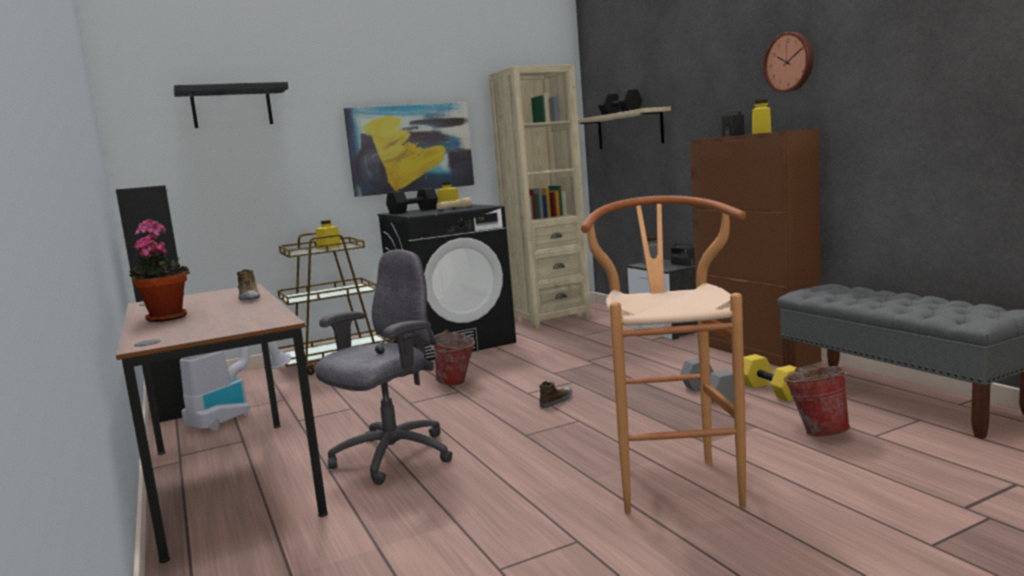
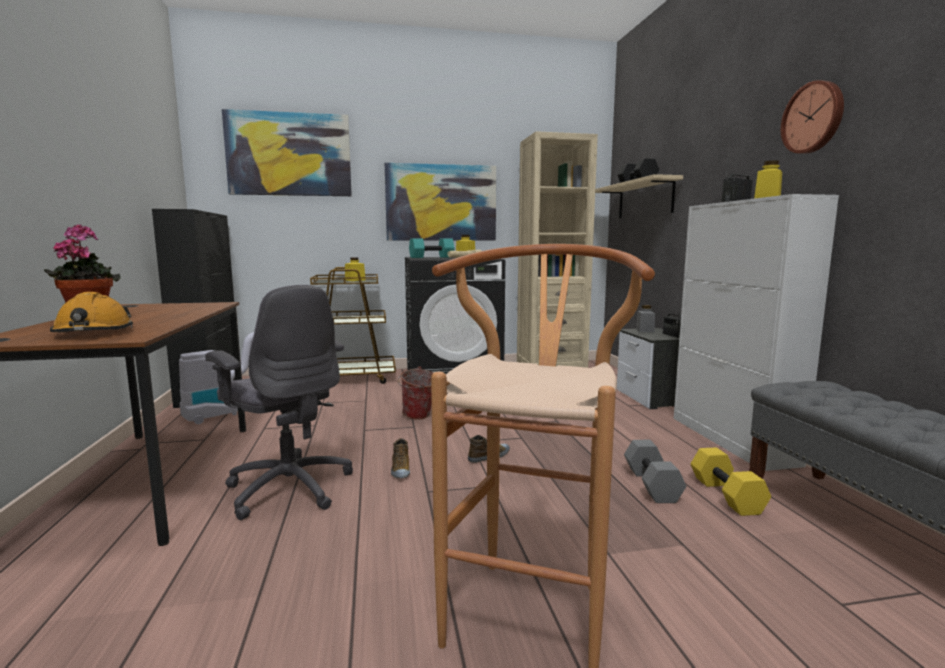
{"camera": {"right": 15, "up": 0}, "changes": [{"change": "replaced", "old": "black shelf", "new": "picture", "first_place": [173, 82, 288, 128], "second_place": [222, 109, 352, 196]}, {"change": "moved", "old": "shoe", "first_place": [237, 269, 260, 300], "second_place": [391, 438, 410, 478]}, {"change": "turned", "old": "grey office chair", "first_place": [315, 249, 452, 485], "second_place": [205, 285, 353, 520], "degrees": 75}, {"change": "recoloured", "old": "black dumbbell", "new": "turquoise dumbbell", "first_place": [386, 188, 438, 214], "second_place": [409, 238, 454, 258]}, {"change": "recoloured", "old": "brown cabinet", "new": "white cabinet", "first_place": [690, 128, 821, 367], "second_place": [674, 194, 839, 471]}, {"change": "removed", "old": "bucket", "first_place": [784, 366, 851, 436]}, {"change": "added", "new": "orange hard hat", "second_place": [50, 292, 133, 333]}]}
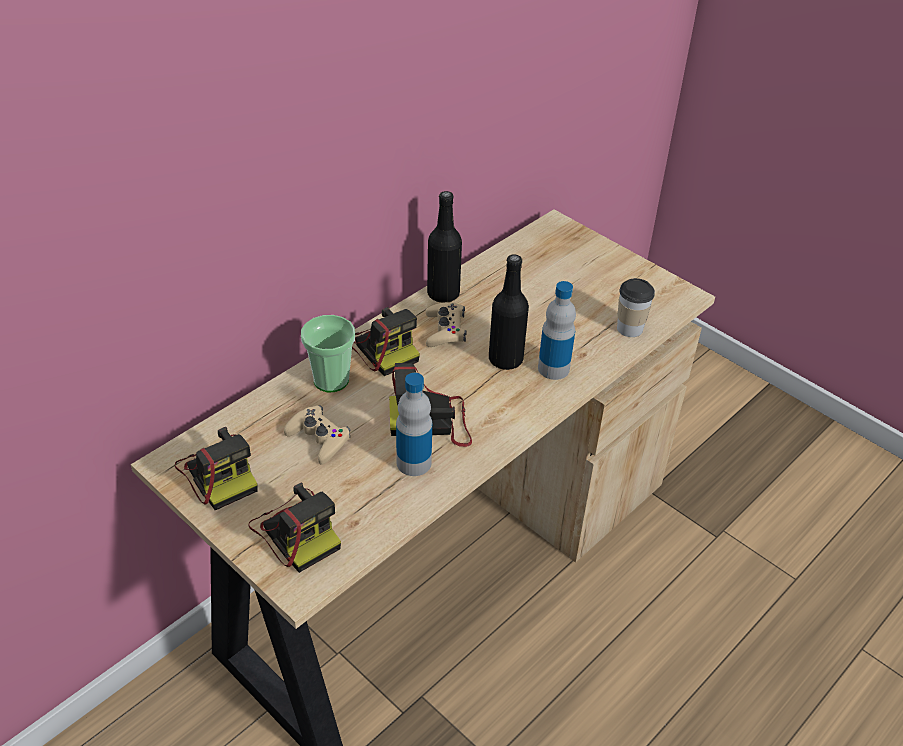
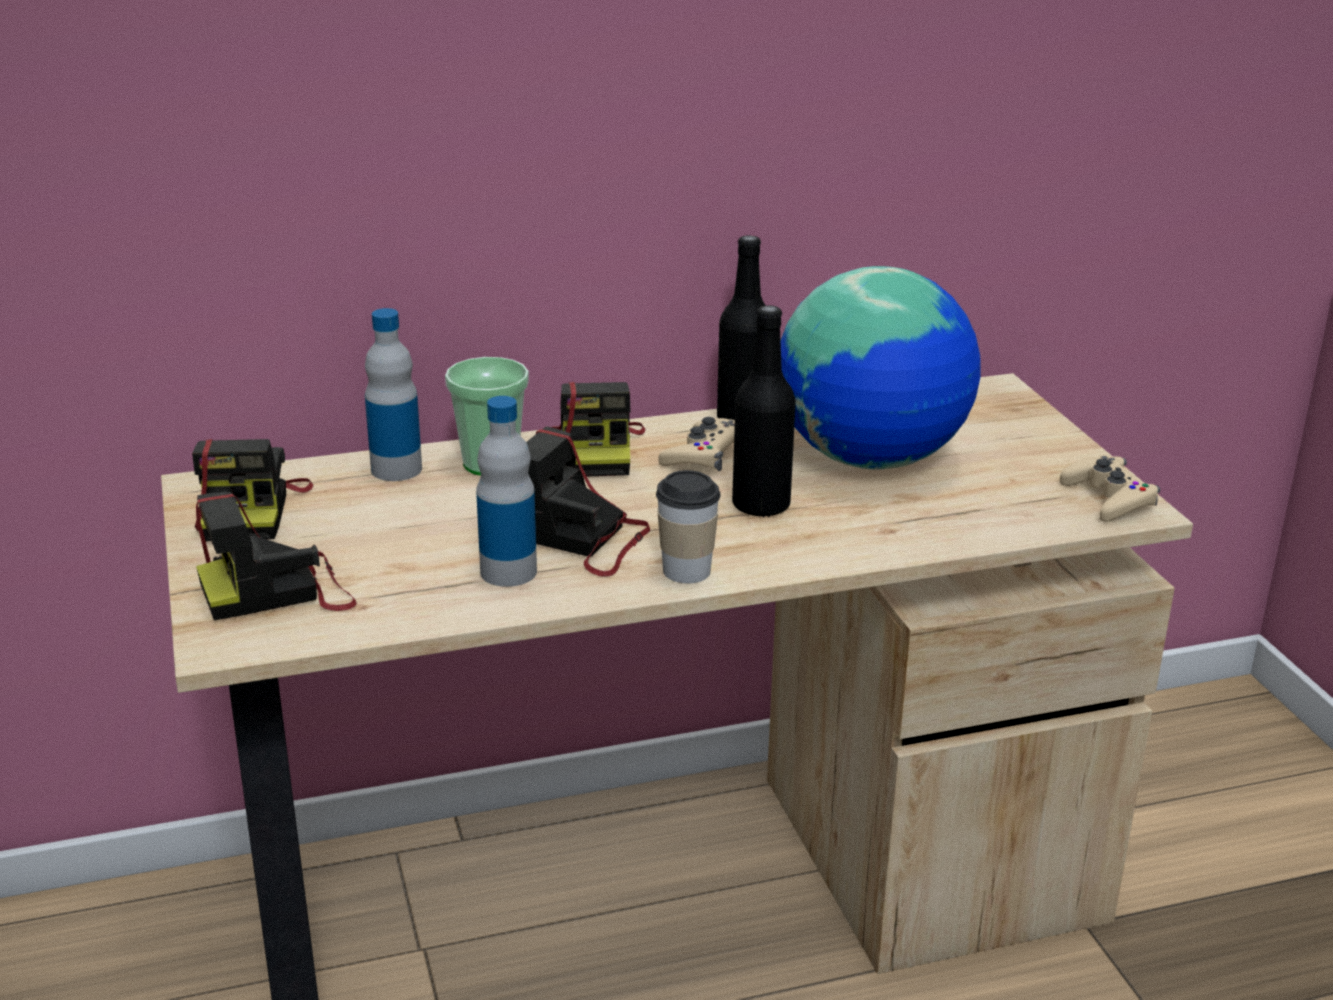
{"camera": {"right": 30, "up": -15}, "changes": [{"change": "turned", "old": "photo camera", "first_place": [249, 482, 341, 573], "second_place": [196, 492, 357, 620], "degrees": 75}, {"change": "moved", "old": "beige game controller", "first_place": [284, 405, 351, 465], "second_place": [1060, 455, 1160, 522]}, {"change": "moved", "old": "bottle", "first_place": [538, 281, 576, 380], "second_place": [365, 308, 422, 481]}, {"change": "moved", "old": "cup", "first_place": [617, 278, 655, 337], "second_place": [656, 470, 721, 583]}, {"change": "added", "new": "globe", "second_place": [780, 266, 980, 469]}]}
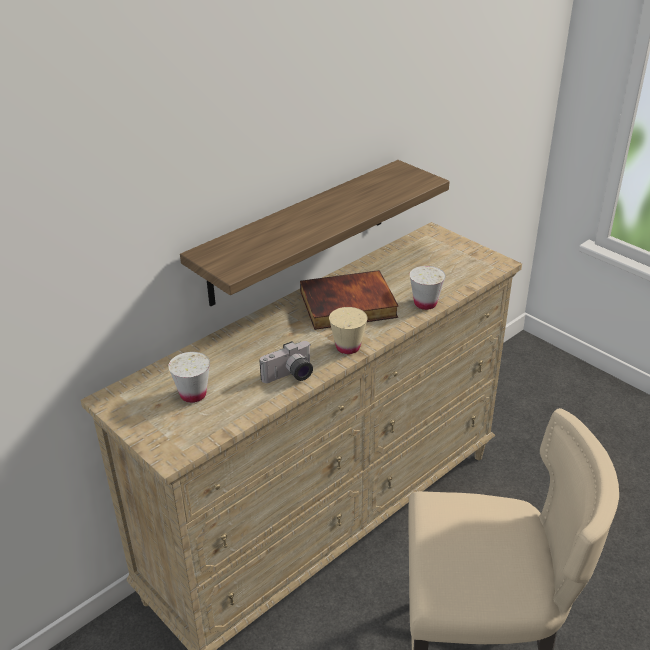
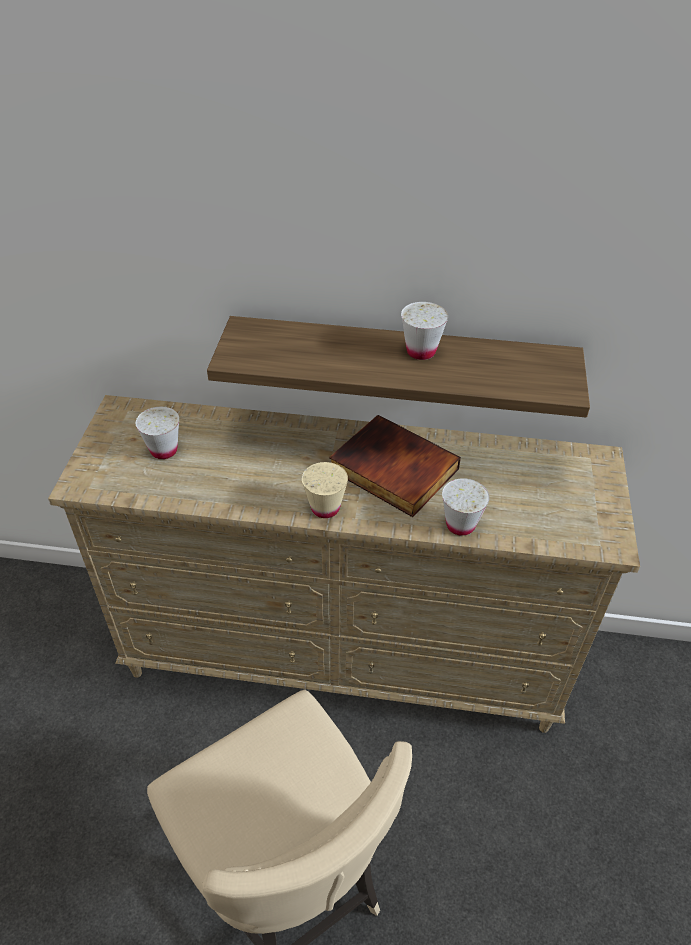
{"camera": {"right": 50, "up": 10}, "changes": [{"change": "removed", "old": "photo camera", "first_place": [259, 341, 313, 383]}, {"change": "added", "new": "white cup", "second_place": [401, 302, 448, 360]}]}
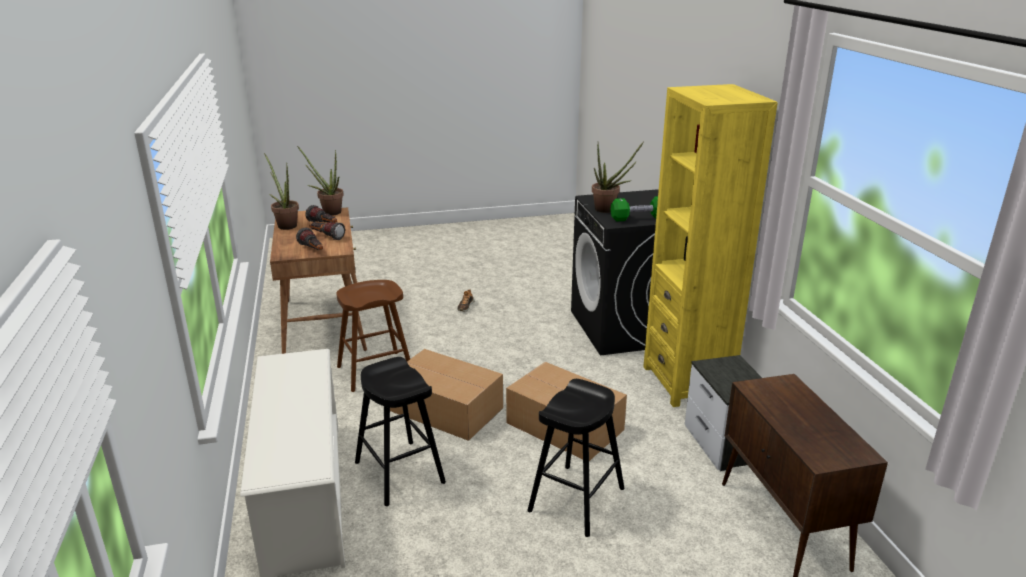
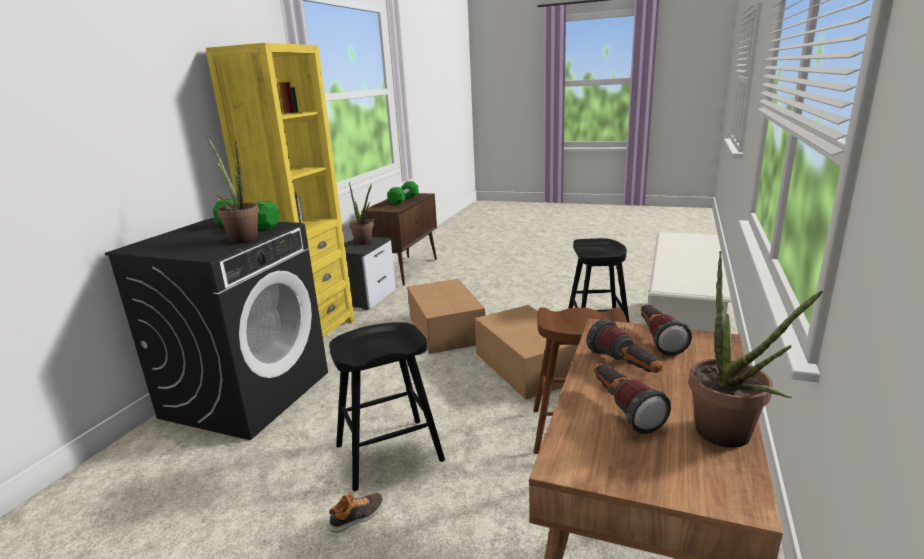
{"camera": {"right": -145, "up": -5}, "changes": [{"change": "moved", "old": "potted plant", "first_place": [297, 146, 344, 216], "second_place": [349, 182, 376, 245]}, {"change": "moved", "old": "black stool", "first_place": [527, 379, 624, 537], "second_place": [329, 322, 445, 491]}, {"change": "added", "new": "green dumbbell", "second_place": [387, 181, 419, 205]}]}
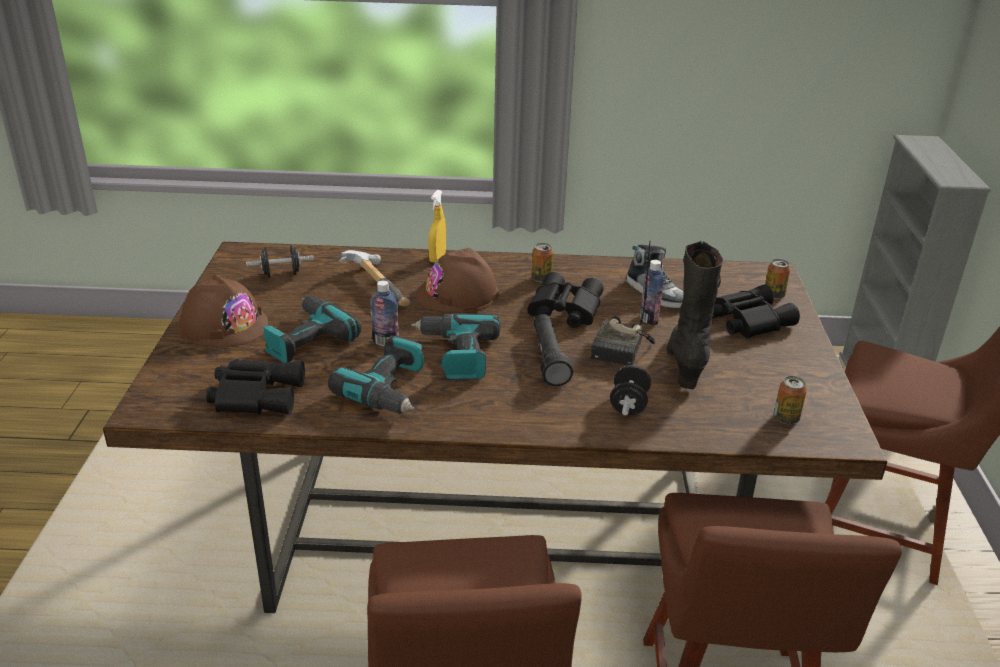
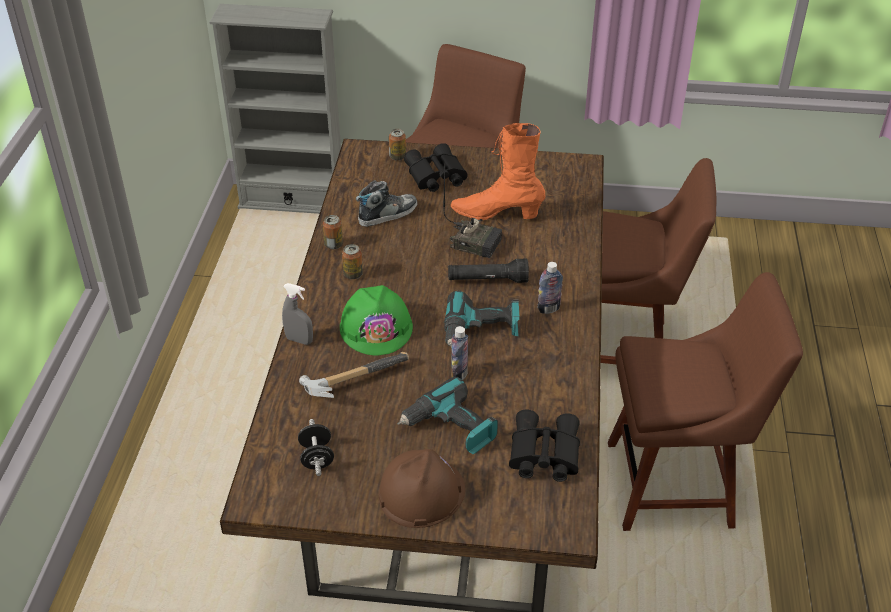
{"camera": {"right": -85, "up": 10}, "changes": [{"change": "removed", "old": "power drill", "first_place": [328, 336, 424, 414]}, {"change": "recoloured", "old": "brown hard hat", "new": "green hard hat", "first_place": [416, 248, 499, 313], "second_place": [340, 285, 413, 356]}, {"change": "recoloured", "old": "yellow spray bottle", "new": "grey spray bottle", "first_place": [428, 190, 446, 263], "second_place": [282, 283, 313, 345]}, {"change": "removed", "old": "black binoculars", "first_place": [527, 272, 604, 328]}, {"change": "removed", "old": "black dumbbell", "first_place": [610, 365, 651, 416]}, {"change": "moved", "old": "bottle", "first_place": [640, 260, 664, 326], "second_place": [537, 262, 563, 314]}, {"change": "recoloured", "old": "black boot", "new": "orange boot", "first_place": [667, 241, 723, 389], "second_place": [451, 123, 545, 220]}, {"change": "moved", "old": "can", "first_place": [774, 376, 807, 424], "second_place": [323, 215, 343, 249]}]}
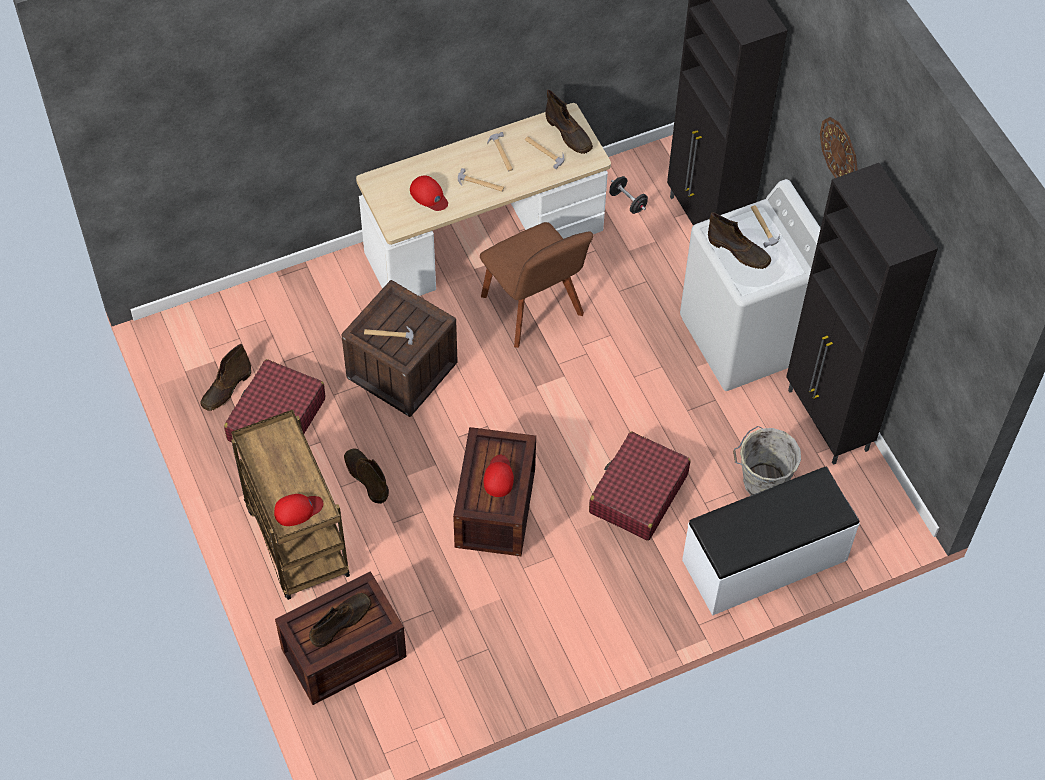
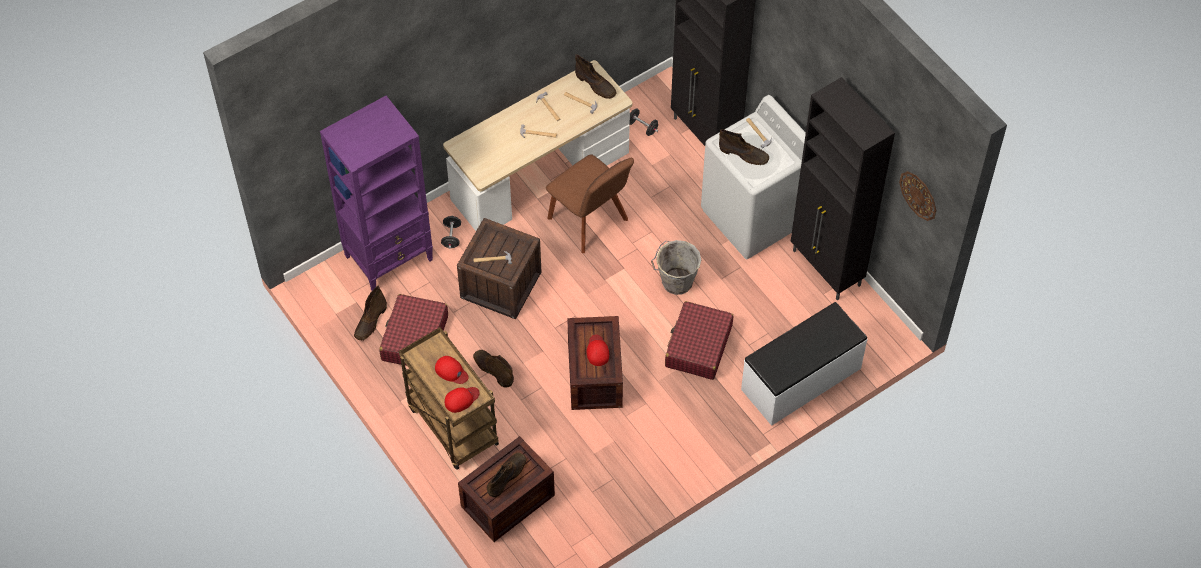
{"camera": {"right": -10, "up": 0}, "changes": [{"change": "moved", "old": "red cap", "first_place": [410, 175, 448, 211], "second_place": [435, 356, 468, 384]}, {"change": "moved", "old": "grey bucket", "first_place": [733, 426, 801, 495], "second_place": [651, 240, 701, 295]}, {"change": "moved", "old": "wall clock", "first_place": [820, 117, 858, 178], "second_place": [899, 171, 936, 221]}, {"change": "added", "new": "purple bookcase", "second_place": [320, 96, 433, 290]}, {"change": "added", "new": "black dumbbell", "second_place": [441, 216, 461, 249]}]}
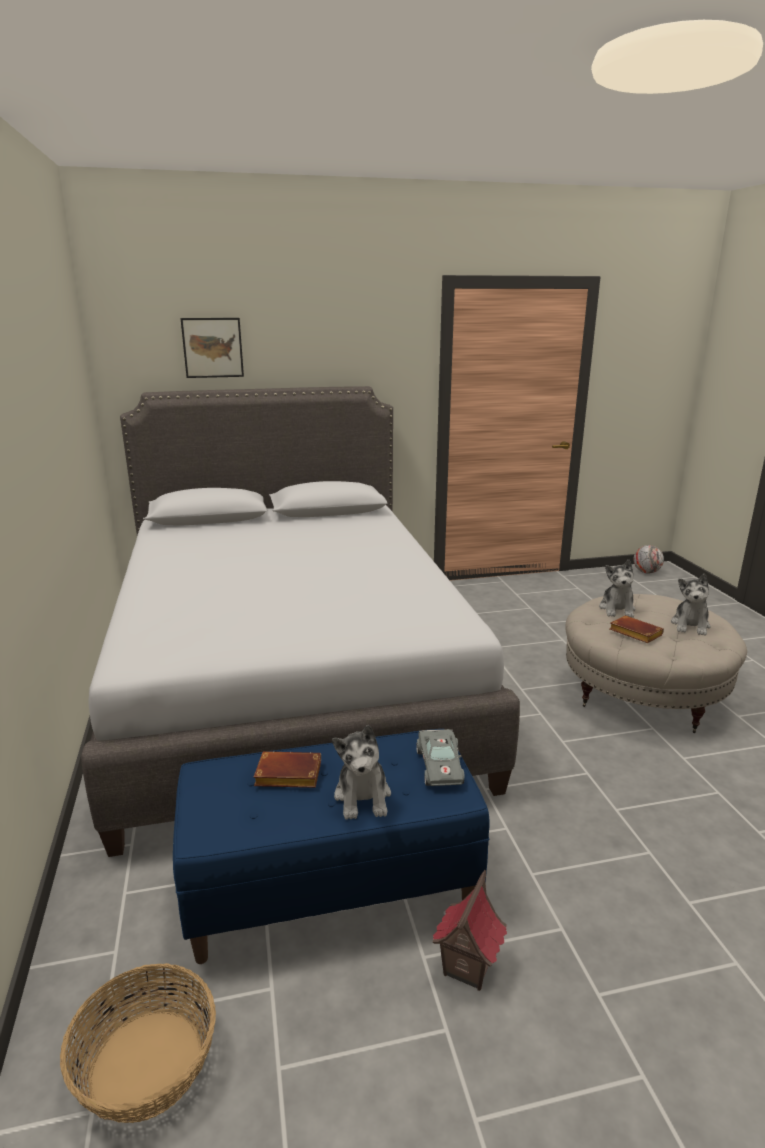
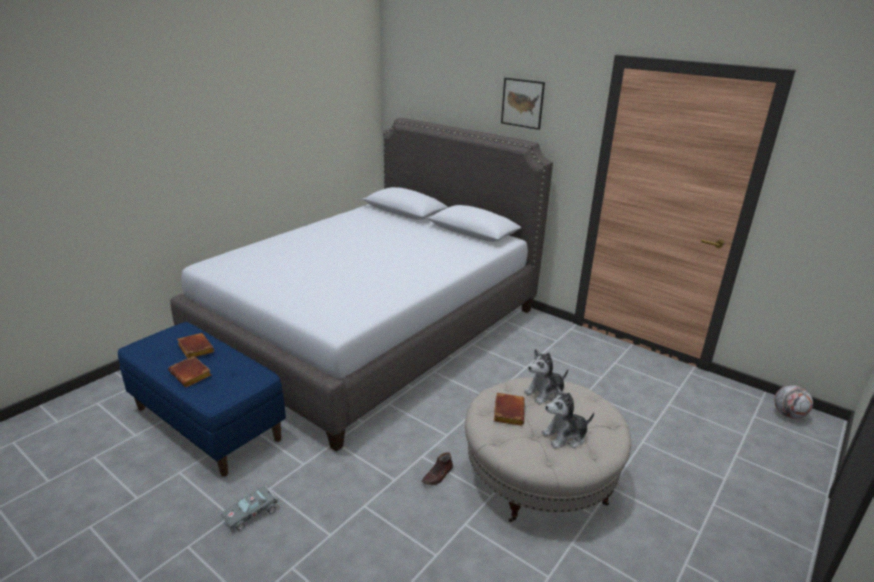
{"camera": {"right": 50, "up": 5}, "changes": [{"change": "removed", "old": "basket", "first_place": [60, 963, 216, 1123]}, {"change": "moved", "old": "picture", "first_place": [180, 318, 244, 378], "second_place": [501, 78, 545, 130]}, {"change": "replaced", "old": "plush toy", "new": "brown book", "first_place": [332, 725, 391, 820], "second_place": [168, 356, 211, 387]}, {"change": "moved", "old": "grey toy car", "first_place": [416, 729, 464, 786], "second_place": [221, 486, 278, 530]}, {"change": "removed", "old": "toy house", "first_place": [433, 870, 507, 991]}, {"change": "added", "new": "brown shoe", "second_place": [422, 452, 453, 485]}]}
